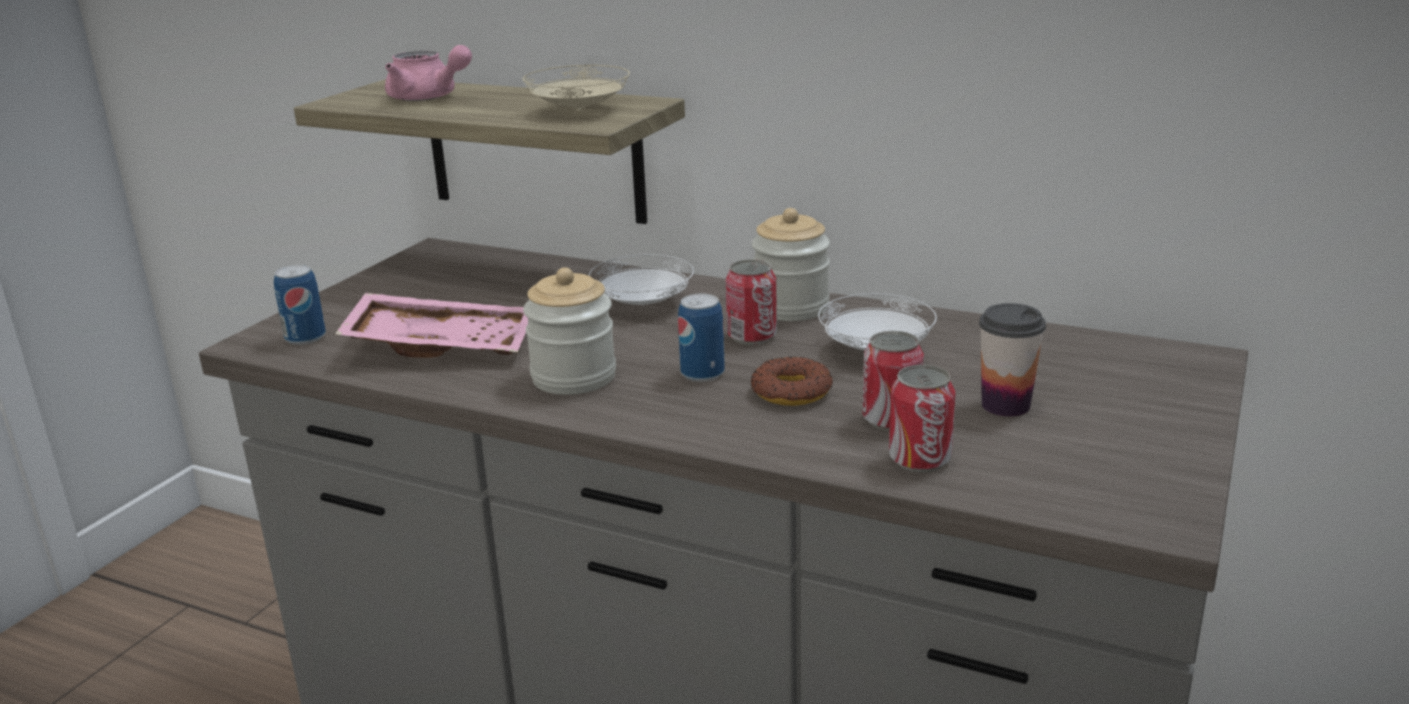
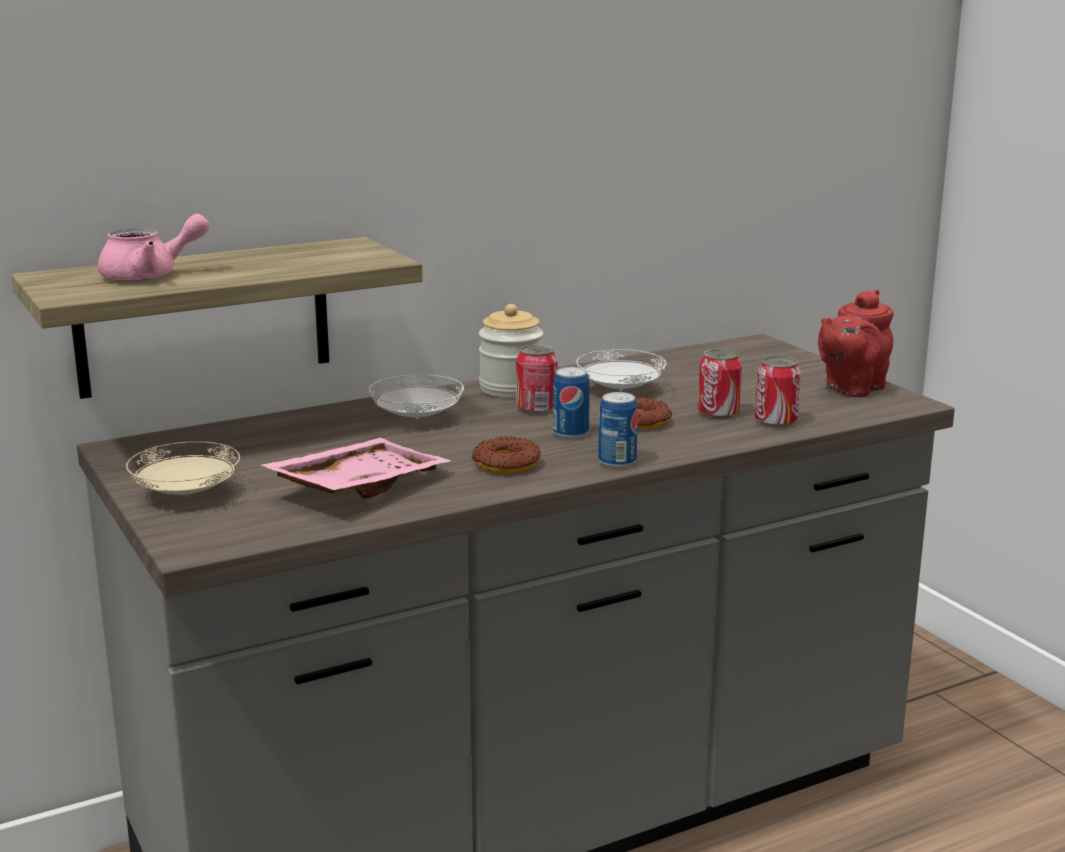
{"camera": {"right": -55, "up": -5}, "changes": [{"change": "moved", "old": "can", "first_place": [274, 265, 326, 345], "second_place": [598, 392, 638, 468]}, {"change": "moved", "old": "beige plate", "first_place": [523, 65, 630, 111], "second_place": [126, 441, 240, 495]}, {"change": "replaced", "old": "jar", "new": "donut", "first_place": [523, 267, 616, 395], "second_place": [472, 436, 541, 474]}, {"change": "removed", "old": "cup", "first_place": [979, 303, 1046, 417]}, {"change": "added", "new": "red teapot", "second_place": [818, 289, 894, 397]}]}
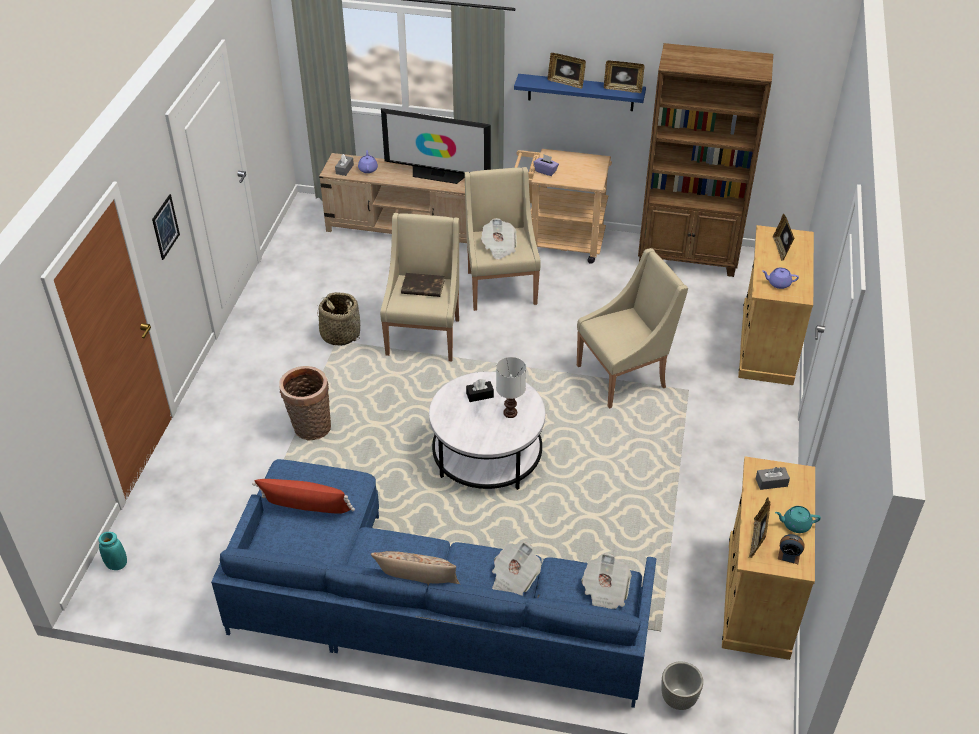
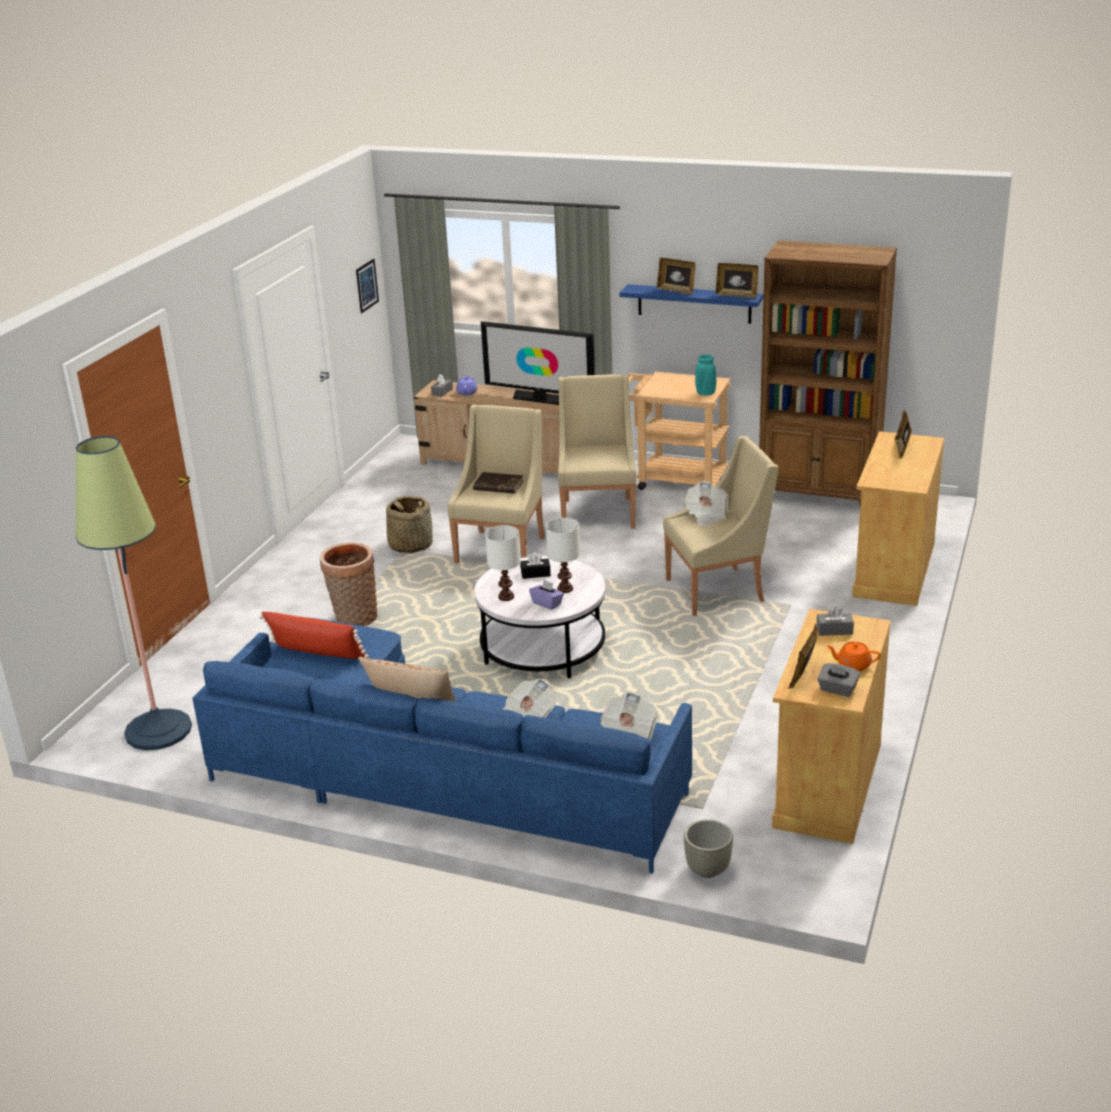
{"camera": {"right": 10, "up": -15}, "changes": [{"change": "moved", "old": "turquoise vase", "first_place": [98, 532, 127, 570], "second_place": [695, 355, 717, 395]}, {"change": "moved", "old": "picture", "first_place": [152, 194, 180, 260], "second_place": [356, 259, 379, 313]}, {"change": "moved", "old": "newspaper", "first_place": [481, 218, 517, 260], "second_place": [684, 481, 728, 526]}, {"change": "moved", "old": "purple tissue box", "first_place": [534, 154, 559, 176], "second_place": [529, 580, 564, 610]}, {"change": "removed", "old": "purple teapot", "first_place": [762, 268, 799, 289]}, {"change": "recoloured", "old": "turquoise teapot", "new": "orange teapot", "first_place": [775, 506, 821, 533], "second_place": [827, 642, 881, 671]}, {"change": "replaced", "old": "alarm clock", "new": "grey tissue box", "first_place": [778, 534, 805, 564], "second_place": [817, 663, 860, 697]}, {"change": "added", "new": "floor lamp", "second_place": [76, 436, 192, 750]}, {"change": "added", "new": "white table lamp", "second_place": [485, 525, 521, 601]}]}
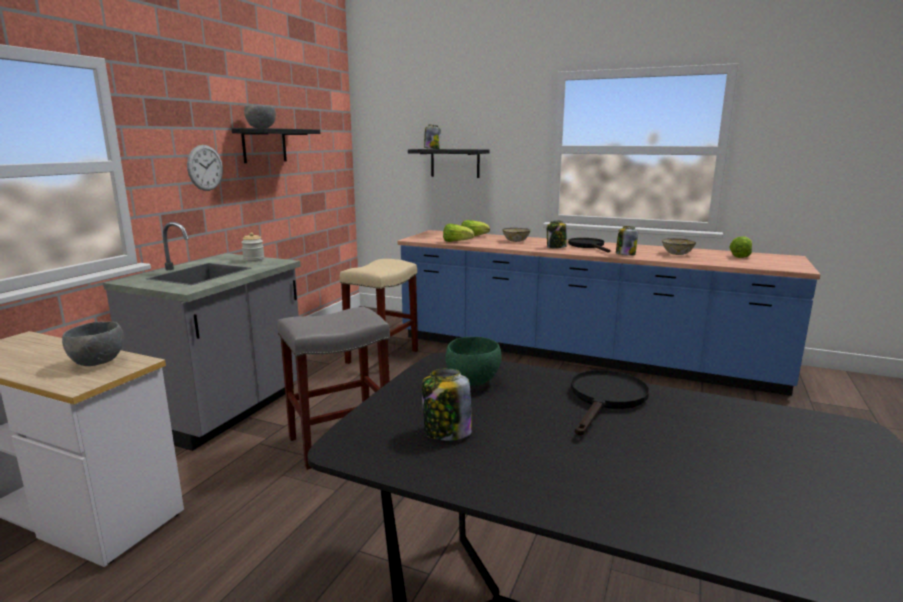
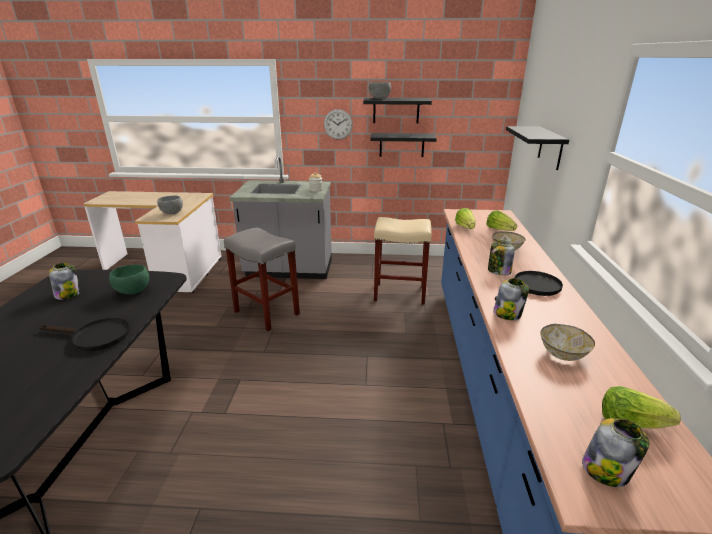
{"camera": {"right": 70, "up": 10}, "changes": [{"change": "moved", "old": "jar", "first_place": [424, 125, 440, 149], "second_place": [582, 418, 649, 487]}, {"change": "added", "new": "black shelf", "second_place": [371, 133, 437, 157]}]}
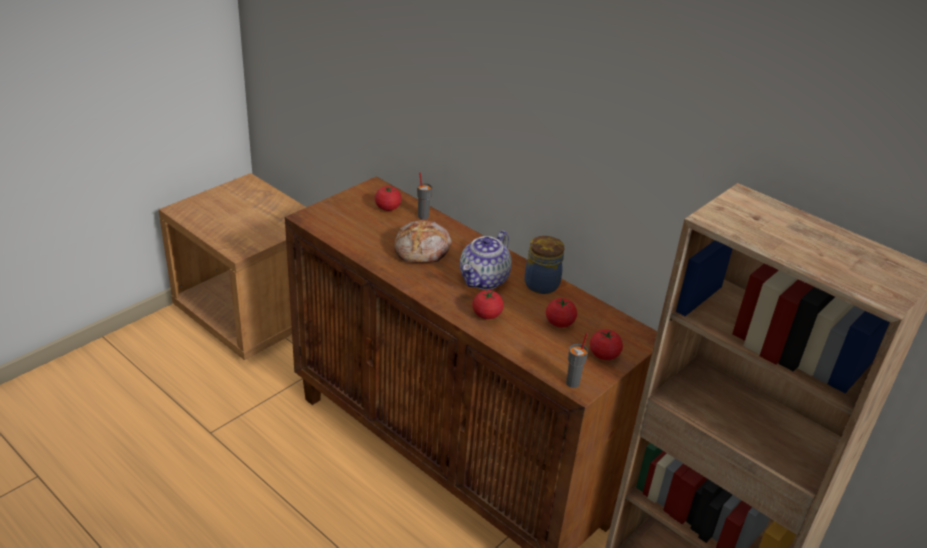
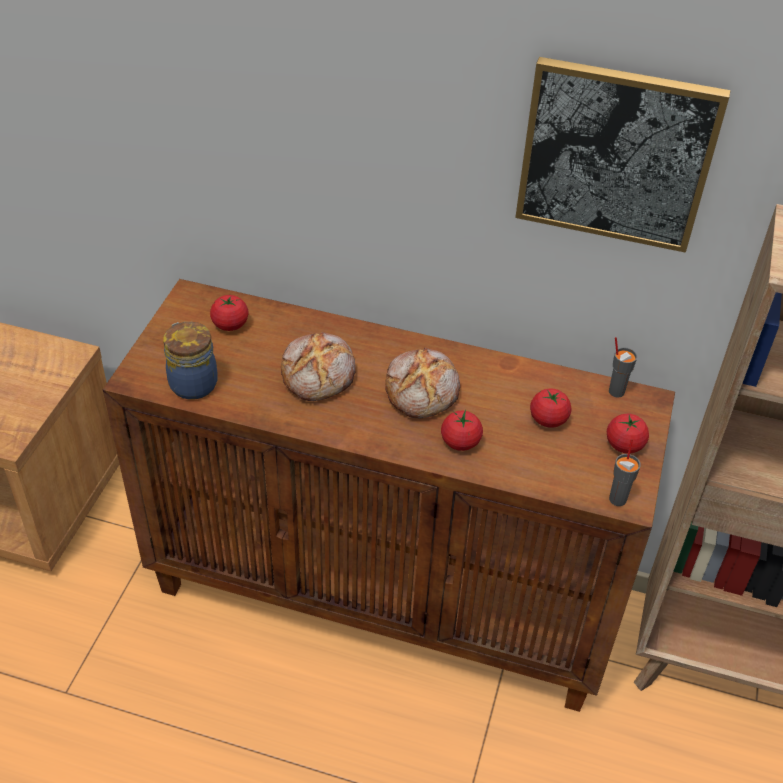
{"camera": {"right": -25, "up": 10}, "changes": [{"change": "moved", "old": "grey cup", "first_place": [417, 172, 432, 220], "second_place": [609, 337, 637, 398]}, {"change": "replaced", "old": "teapot", "new": "bread", "first_place": [460, 230, 512, 290], "second_place": [385, 348, 460, 418]}, {"change": "moved", "old": "jar", "first_place": [525, 236, 564, 294], "second_place": [163, 322, 218, 400]}, {"change": "added", "new": "picture", "second_place": [515, 57, 730, 253]}]}
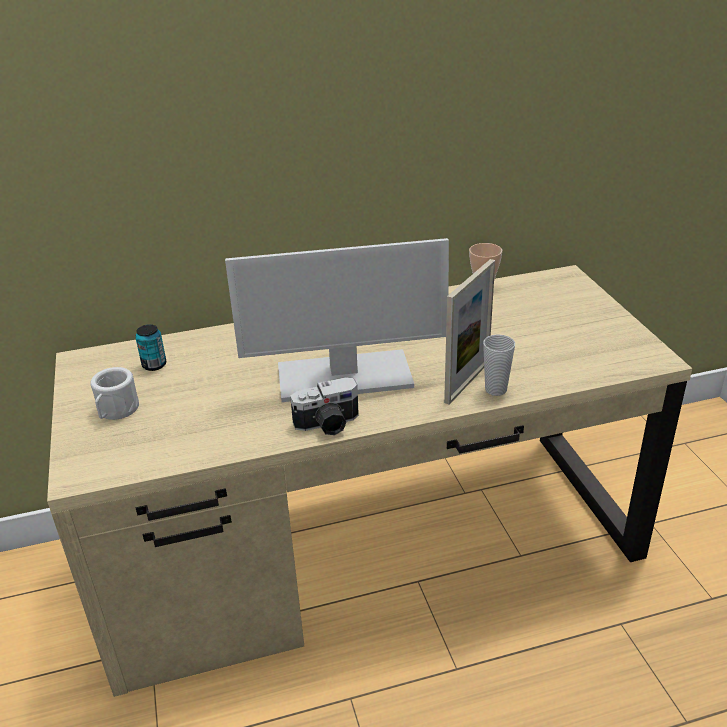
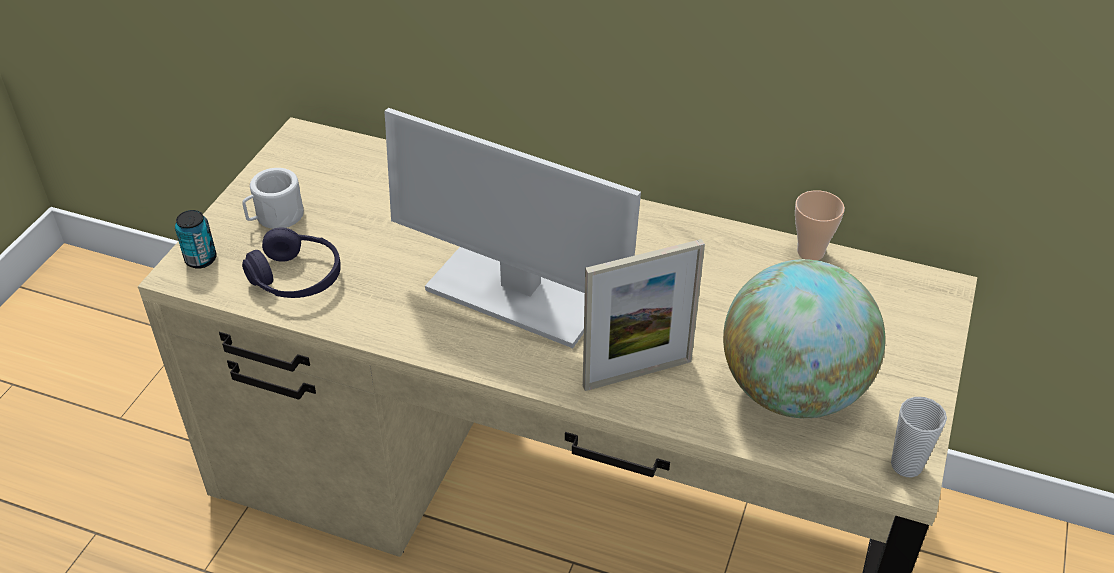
{"camera": {"right": 35, "up": 10}, "changes": [{"change": "moved", "old": "can", "first_place": [135, 324, 166, 371], "second_place": [175, 210, 217, 269]}, {"change": "removed", "old": "photo camera", "first_place": [290, 377, 359, 435]}, {"change": "moved", "old": "cup", "first_place": [483, 334, 515, 396], "second_place": [891, 397, 947, 477]}, {"change": "added", "new": "purple headphones", "second_place": [242, 227, 341, 298]}, {"change": "added", "new": "globe", "second_place": [723, 259, 885, 418]}]}
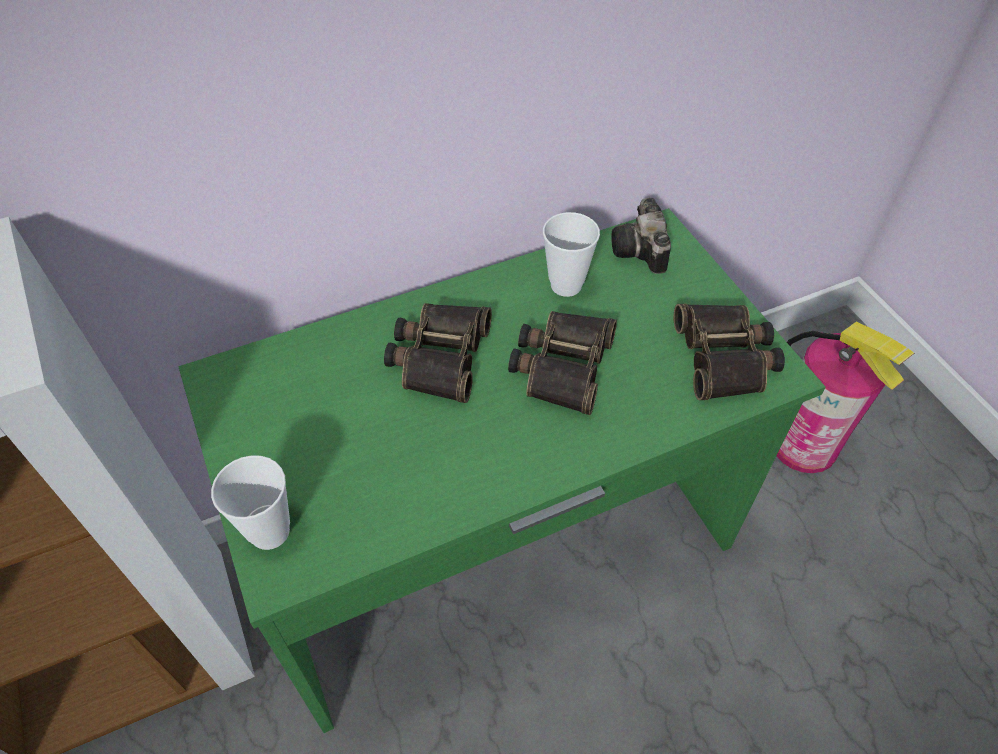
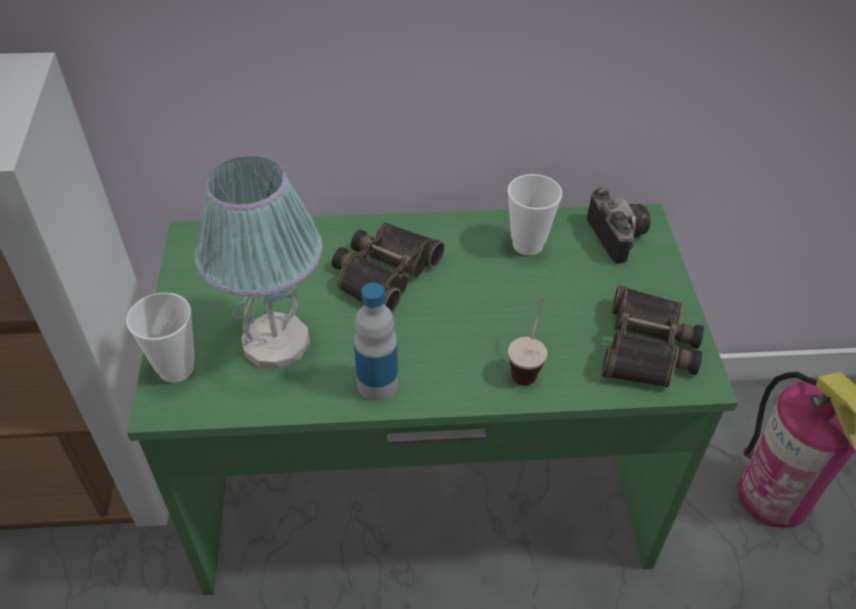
{"camera": {"right": 20, "up": -5}, "changes": [{"change": "removed", "old": "binoculars", "first_place": [508, 311, 617, 415]}, {"change": "turned", "old": "photo camera", "first_place": [611, 198, 671, 274], "second_place": [587, 188, 651, 264], "degrees": 150}, {"change": "added", "new": "table lamp", "second_place": [194, 156, 323, 369]}, {"change": "added", "new": "bottle", "second_place": [354, 282, 398, 401]}, {"change": "added", "new": "cup", "second_place": [508, 297, 547, 385]}]}
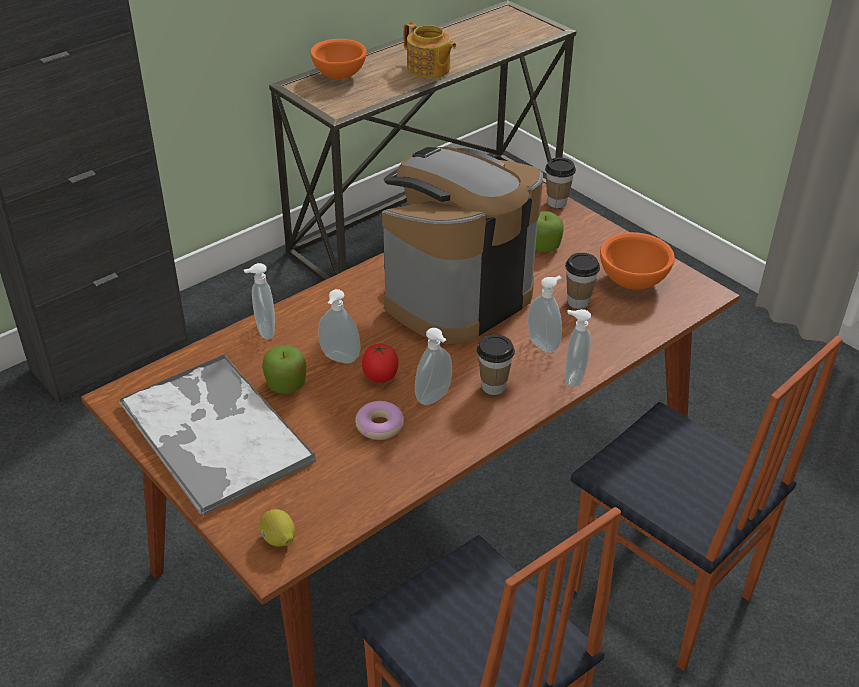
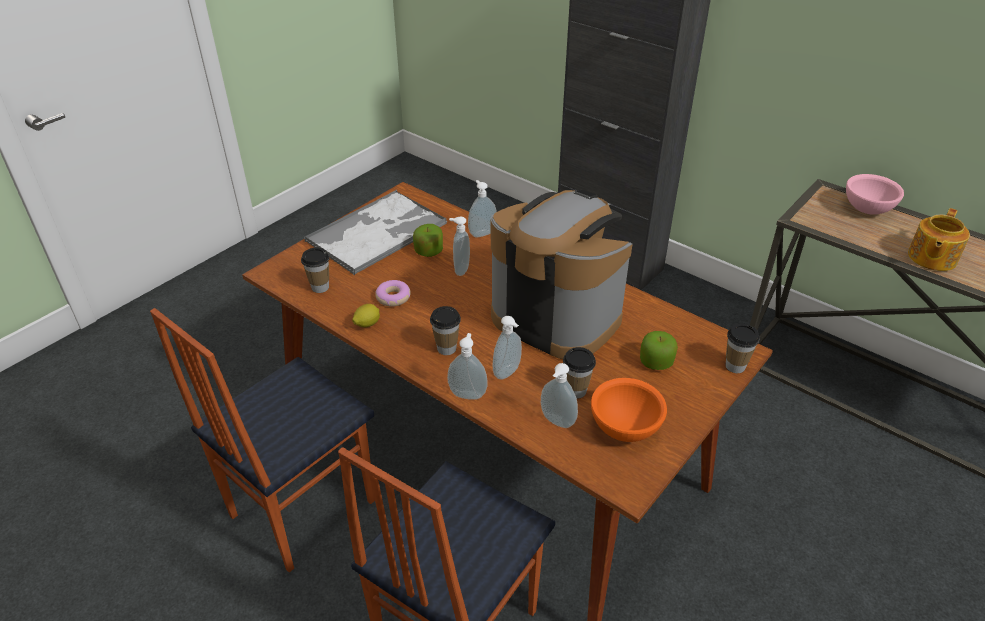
{"camera": {"right": 80, "up": 0}, "changes": [{"change": "moved", "old": "lemon", "first_place": [260, 509, 295, 547], "second_place": [352, 304, 380, 327]}, {"change": "recoloured", "old": "orange bowl", "new": "pink bowl", "first_place": [310, 39, 367, 79], "second_place": [846, 174, 904, 215]}, {"change": "removed", "old": "tomato", "first_place": [362, 343, 398, 383]}, {"change": "moved", "old": "soap dispenser", "first_place": [415, 328, 452, 405], "second_place": [541, 363, 578, 428]}, {"change": "added", "new": "cup", "second_place": [301, 248, 330, 293]}]}
